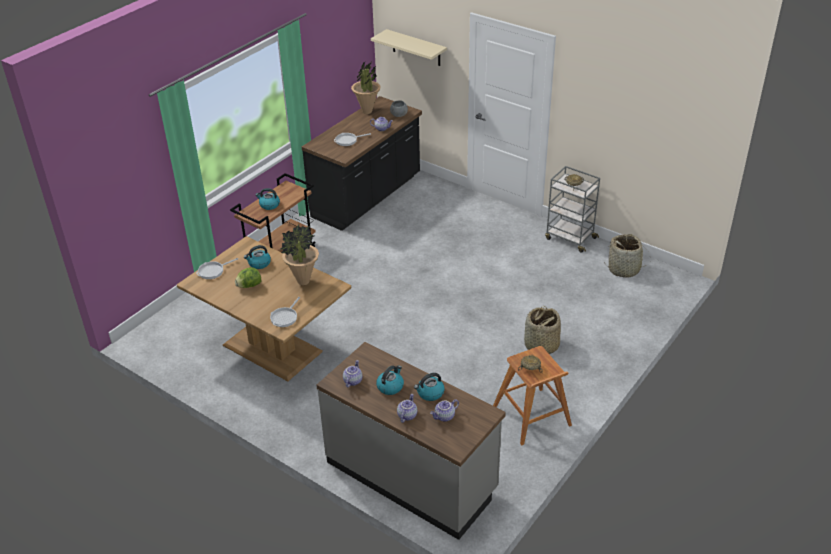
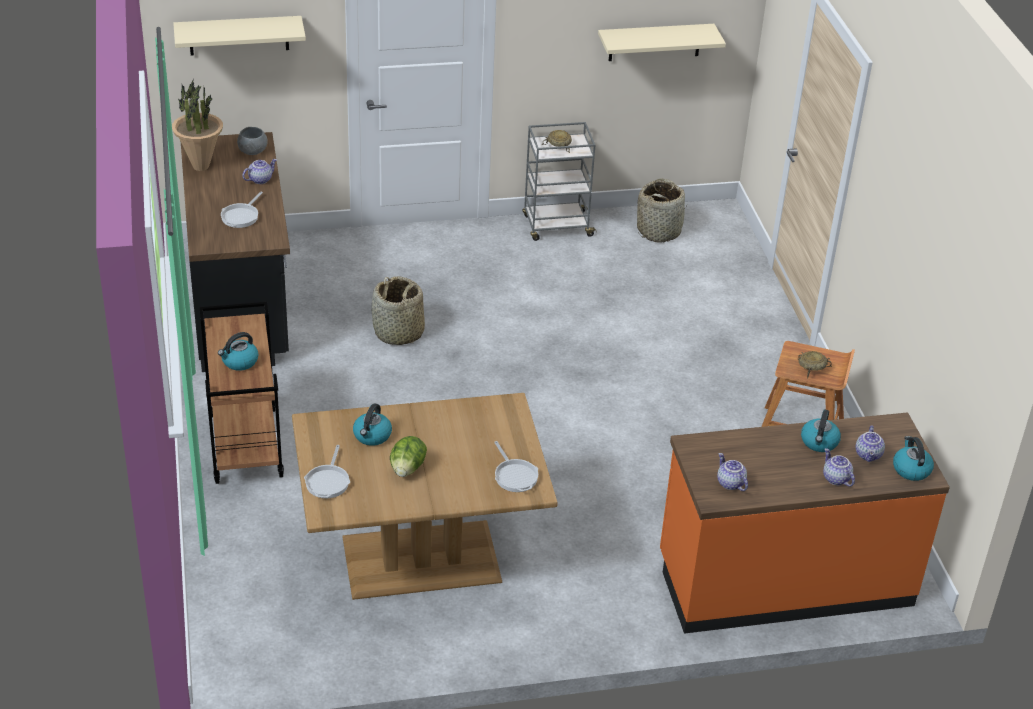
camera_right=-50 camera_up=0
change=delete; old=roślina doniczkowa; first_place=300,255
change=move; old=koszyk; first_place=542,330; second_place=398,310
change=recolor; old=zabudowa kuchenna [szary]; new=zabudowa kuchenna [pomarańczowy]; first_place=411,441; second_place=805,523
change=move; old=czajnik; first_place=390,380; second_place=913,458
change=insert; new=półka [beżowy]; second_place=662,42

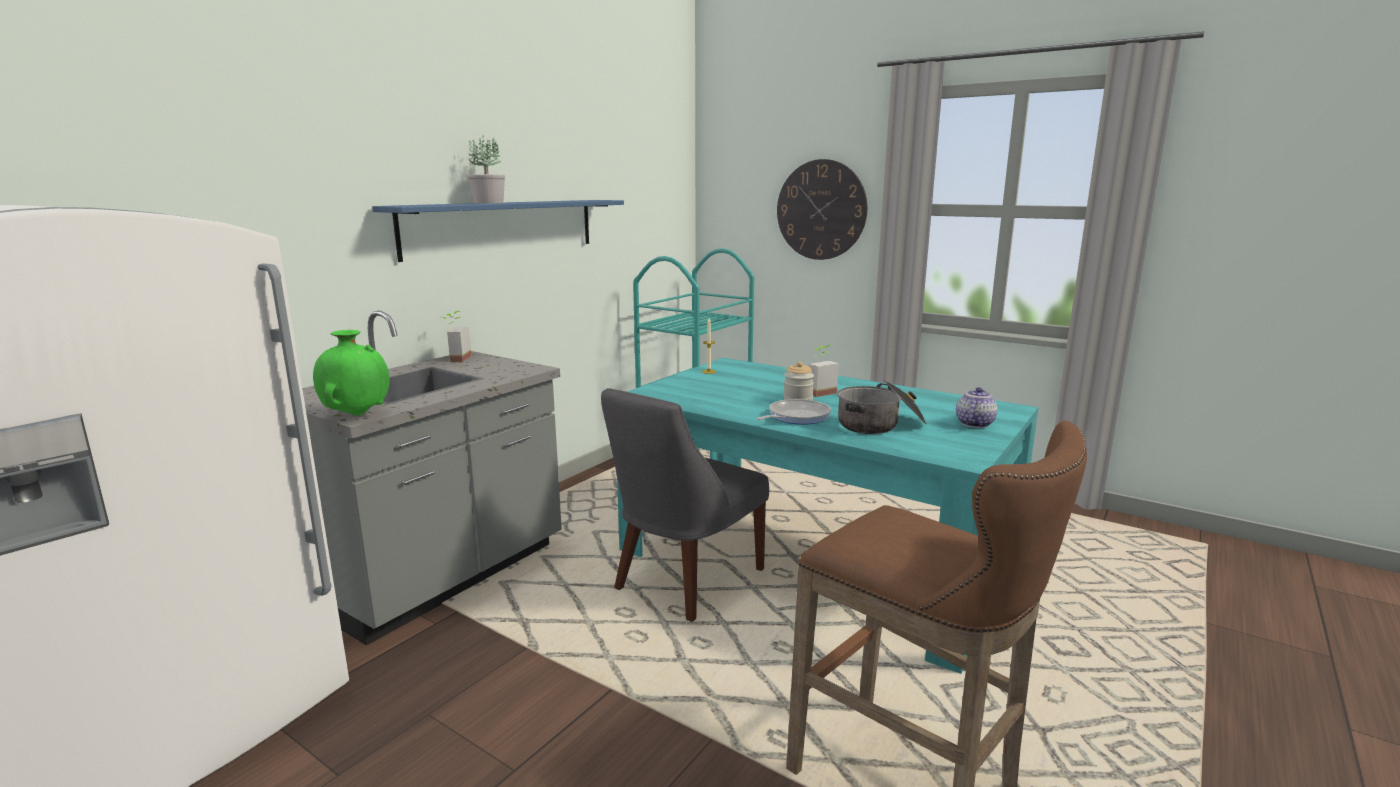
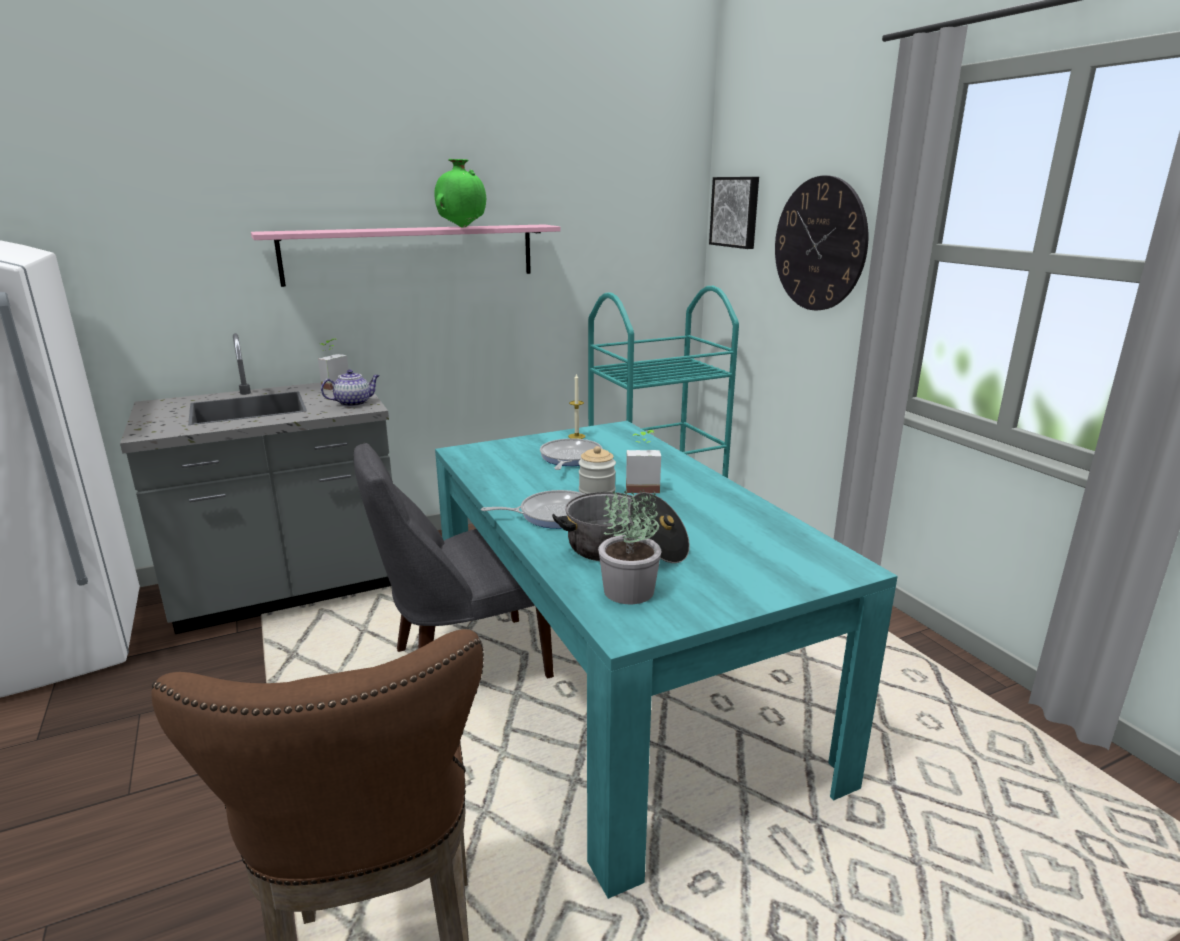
camera_right=30 camera_up=5
change=move; old=roślina doniczkowa; first_place=486,169; second_place=629,547
change=recolor; old=półka [niebieski]; new=półka [różowy]; first_place=498,231; second_place=406,255
change=move; old=wazon [zielony]; first_place=351,373; second_place=460,193
change=move; old=imbryk; first_place=977,407; second_place=350,388
change=insert; new=obraz; second_place=734,213
change=insert; new=patelnia; second_place=571,454

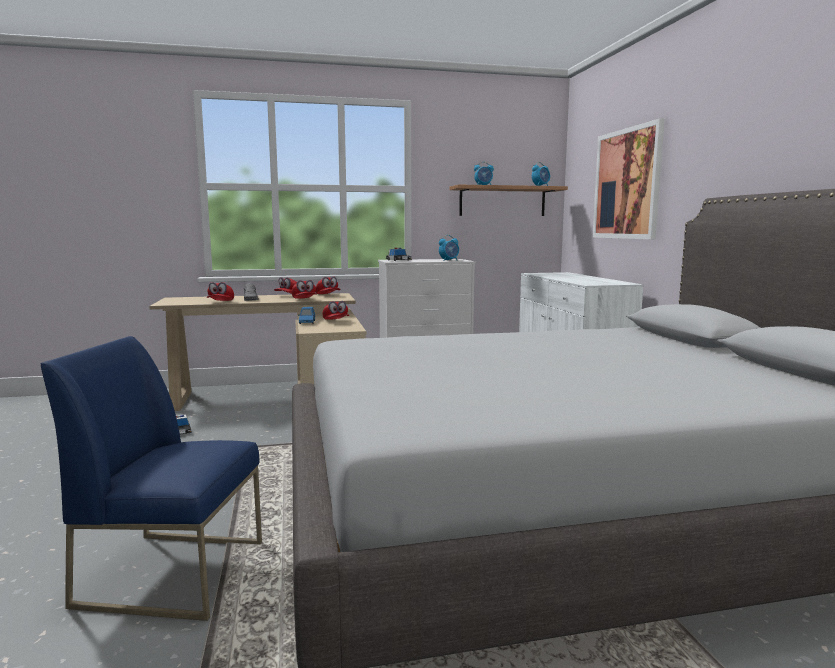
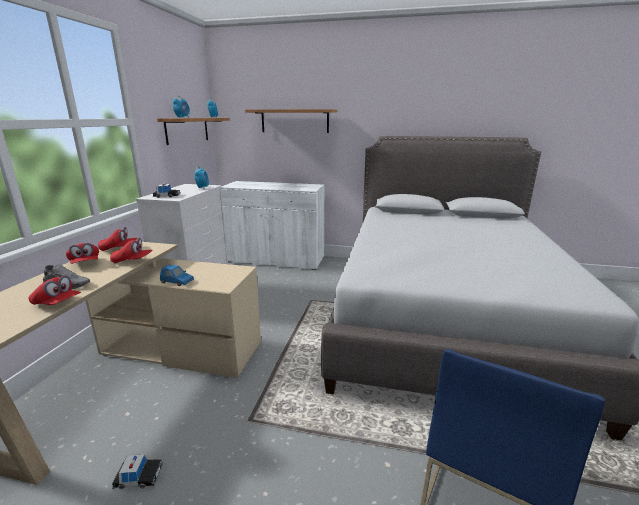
camera_right=-65 camera_up=10
change=replace; old=obraz; new=półka; first_place=629,178; second_place=291,121
change=delete; old=czapka z daszkiem [czerwony]; first_place=335,310

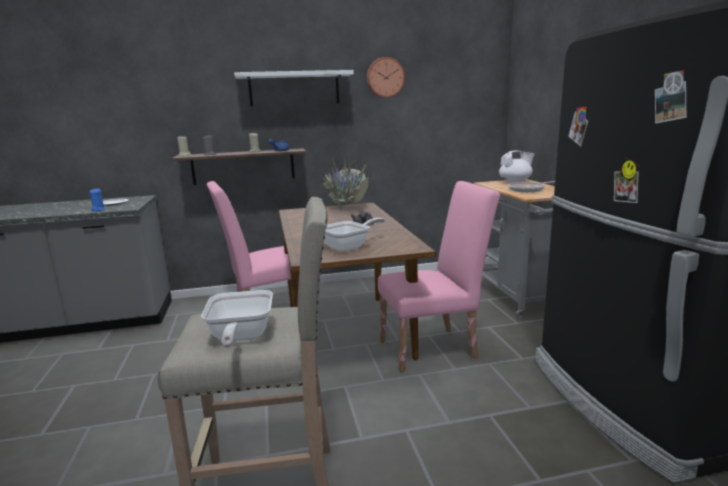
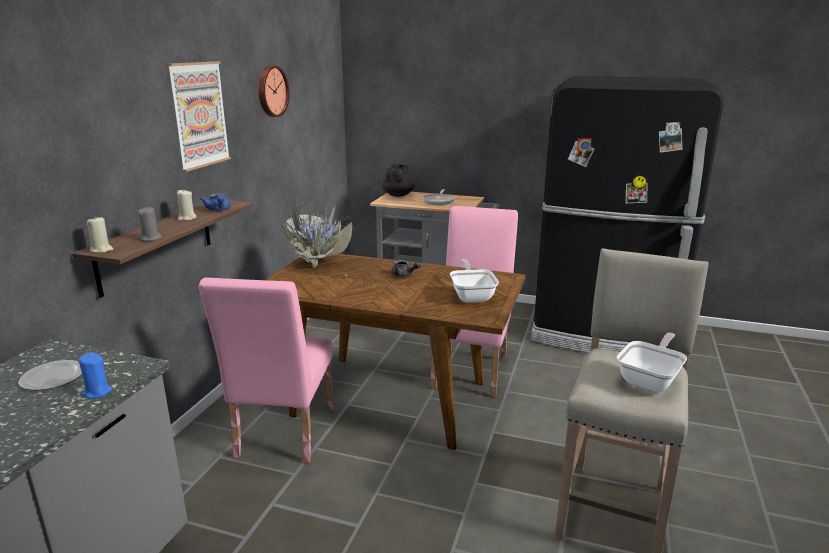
camera_right=-60 camera_up=5
change=replace; old=półka [biały]; new=obraz; first_place=294,88; second_place=198,116
change=recolor; old=imbryk [biały]; new=imbryk [czarny]; first_place=517,167; second_place=399,180
change=rotate; old=patelnia; first_place=237,319; second_place=652,362; degrees=-75

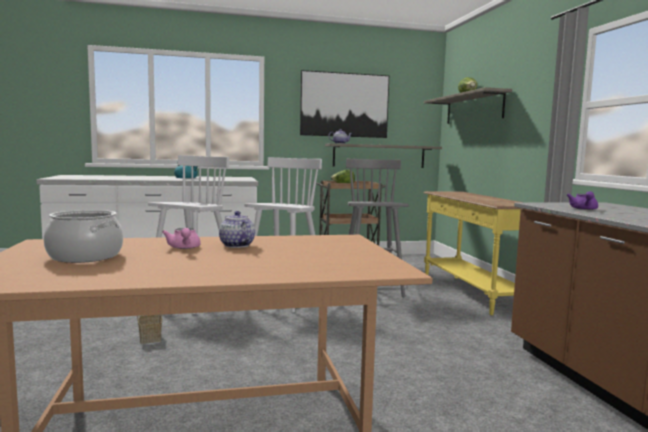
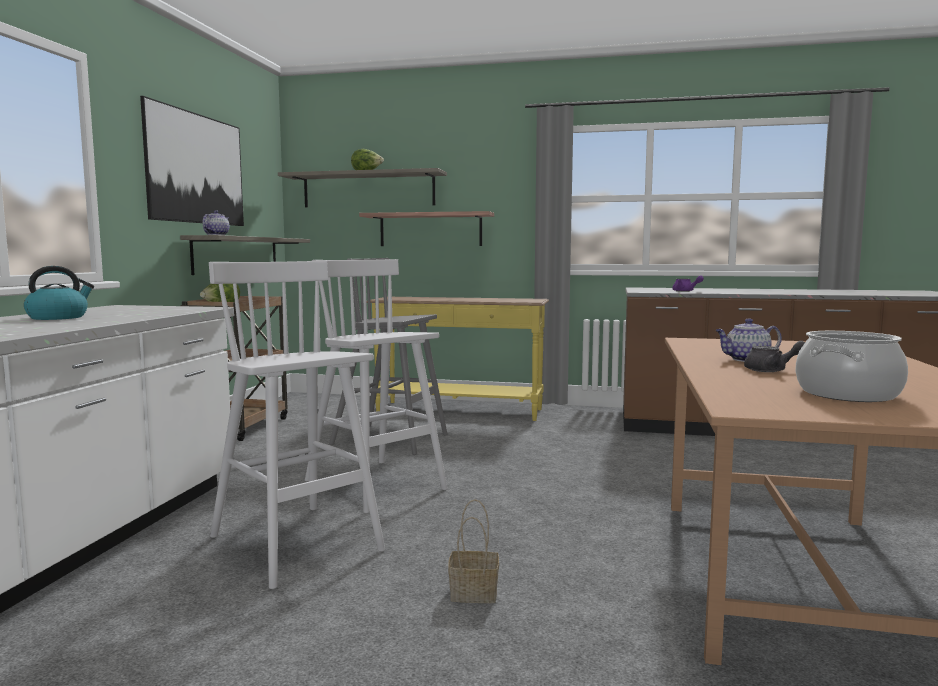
camera_right=-65 camera_up=0
change=recolor; old=imbryk [różowy]; new=imbryk [szary]; first_place=181,238; second_place=774,356
change=insert; new=półka; second_place=426,228

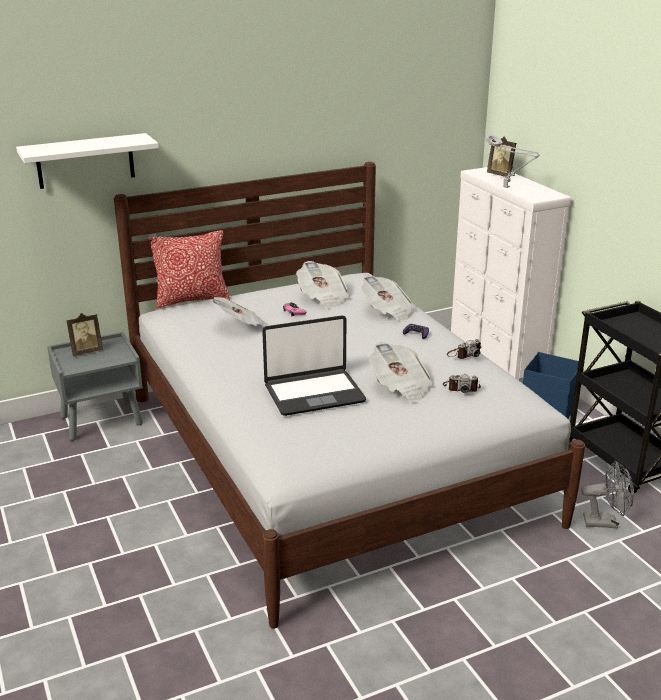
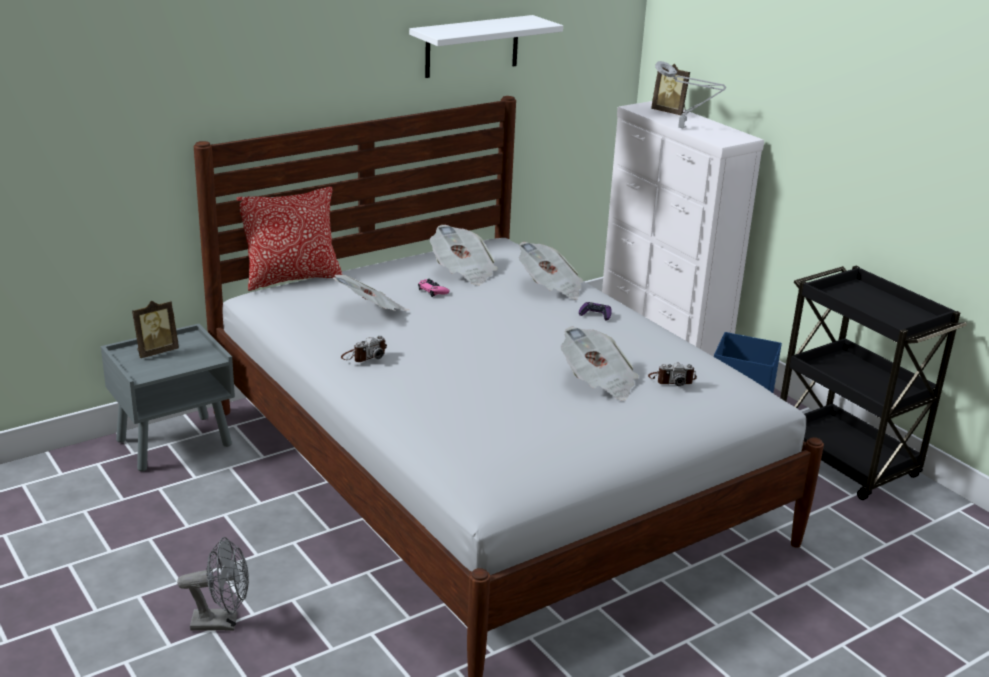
camera_right=-10 camera_up=0
change=move; old=półka [biały]; first_place=87,161; second_place=486,46
change=delete; old=laptop; first_place=314,365
change=move; old=aparat fotograficzny; first_place=464,349; second_place=364,348
change=move; old=wentylator [szary]; first_place=607,494; second_place=213,584

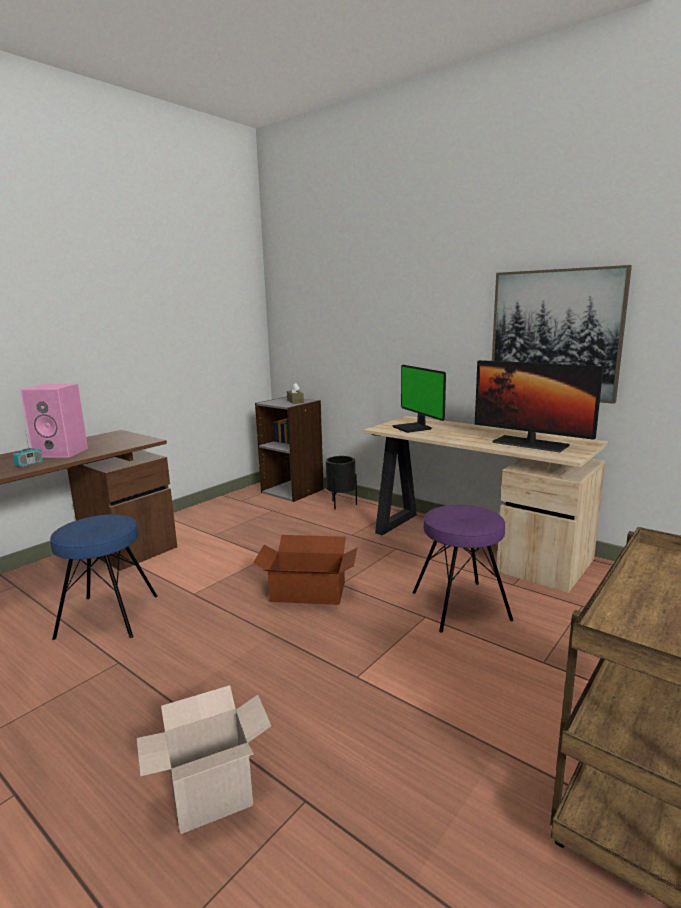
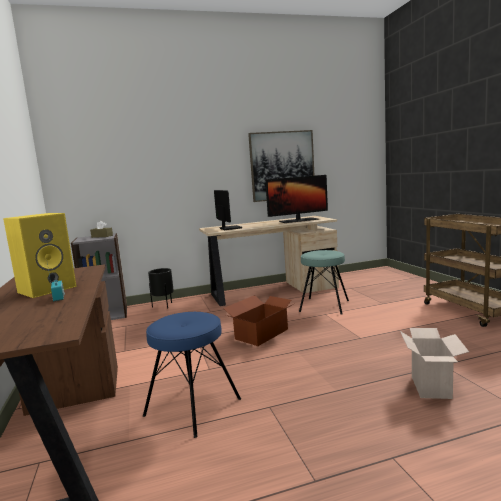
camera_right=-55 camera_up=-5
change=rotate; old=monitor; first_place=419,399; second_place=228,210; degrees=-120
change=recolor; old=głośnik [różowy]; new=głośnik [żółty]; first_place=54,421; second_place=40,255
change=recolor; old=stołek [fioletowy]; new=stołek [turkusowy]; first_place=463,569; second_place=324,282

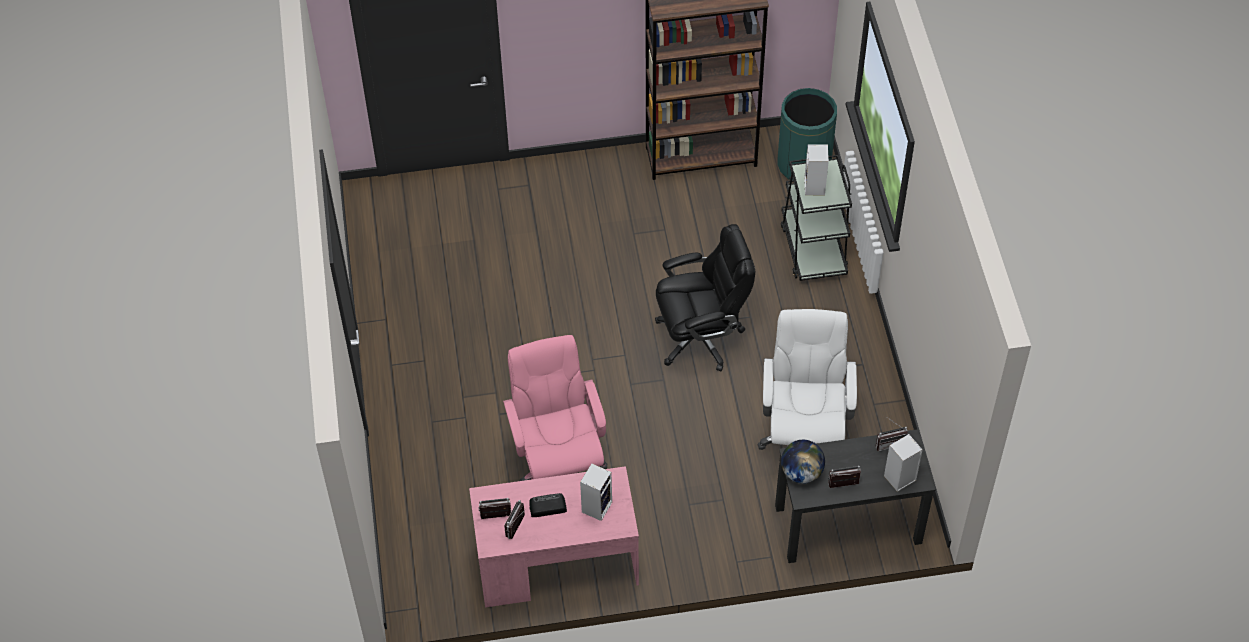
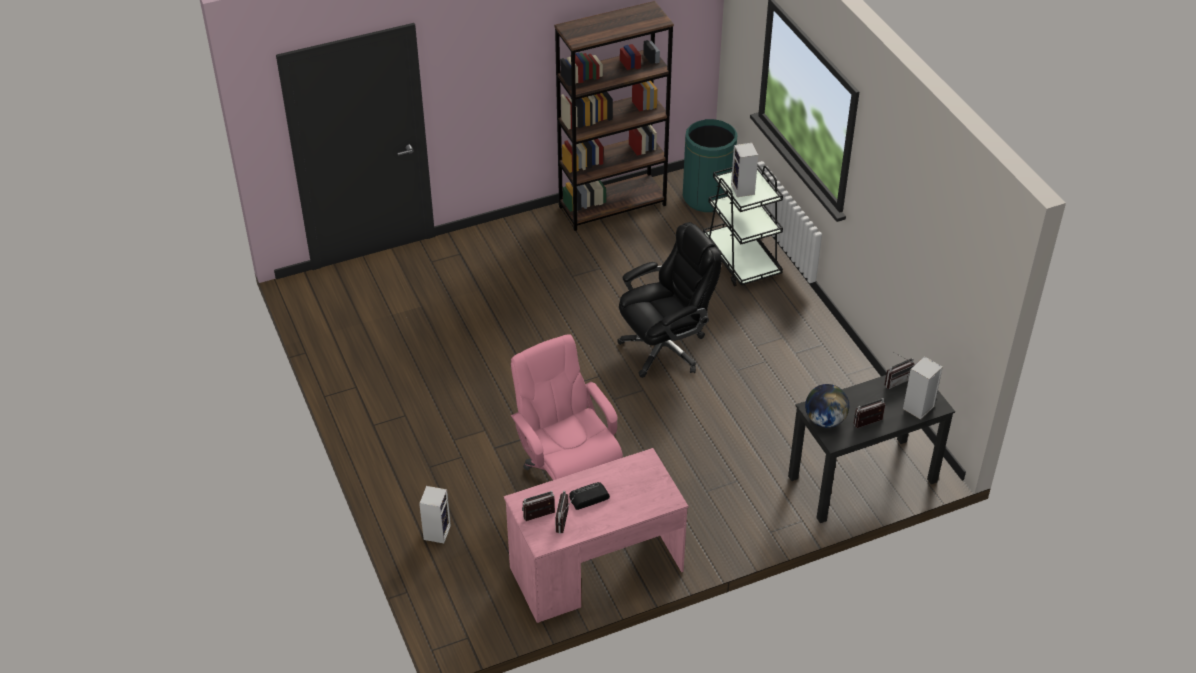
camera_right=-15 camera_up=-10
change=delete; old=krzesło biurowe [biały]; first_place=807,379
change=move; old=głośnik; first_place=596,492; second_place=435,514

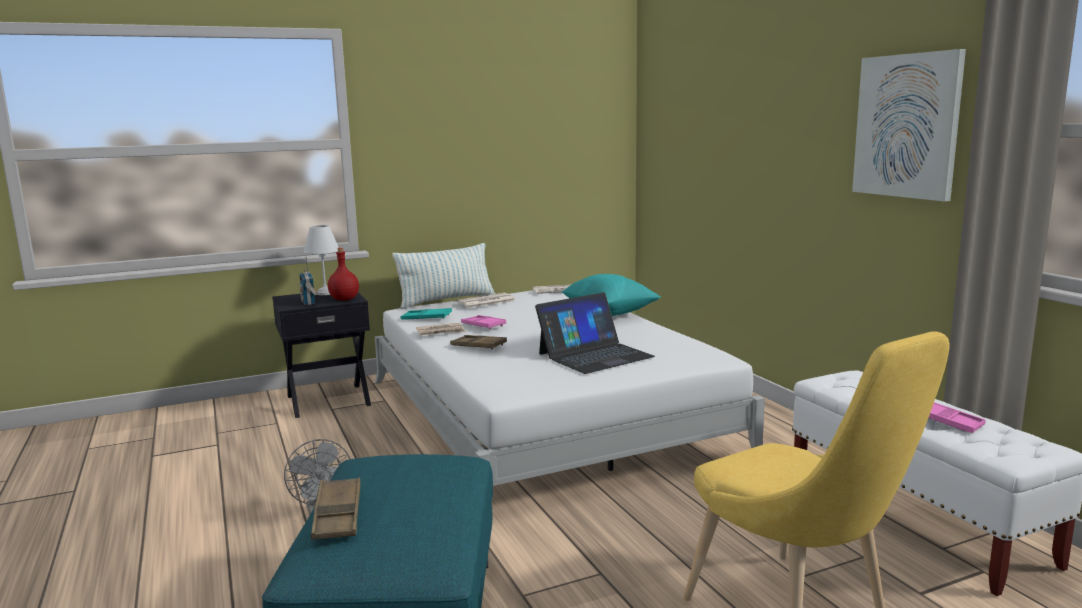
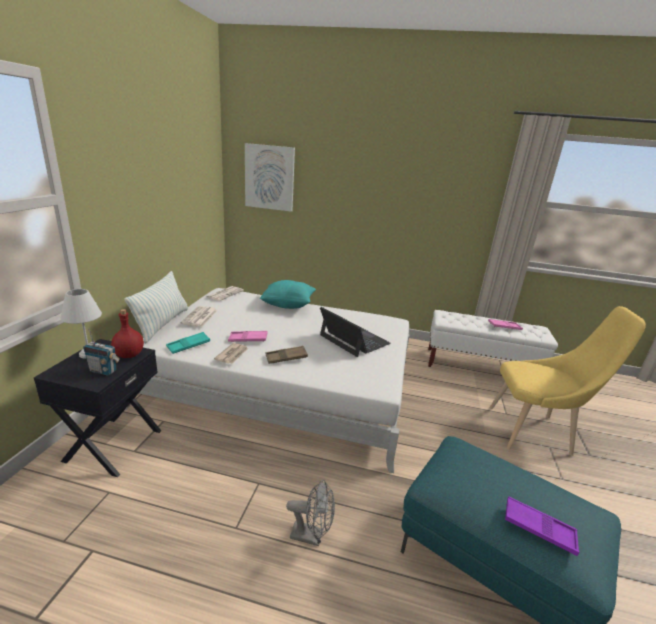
camera_right=-55 camera_up=10
change=move; old=obraz; first_place=909,125; second_place=270,177
change=rotate; old=laptop; first_place=595,333; second_place=355,332; degrees=-45
change=recolor; old=taca [brązowy]; new=taca [fioletowy]; first_place=335,508; second_place=542,526

